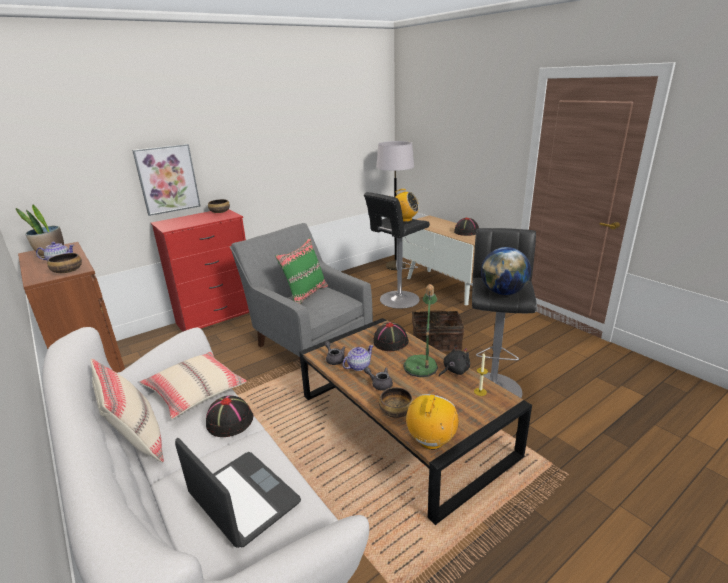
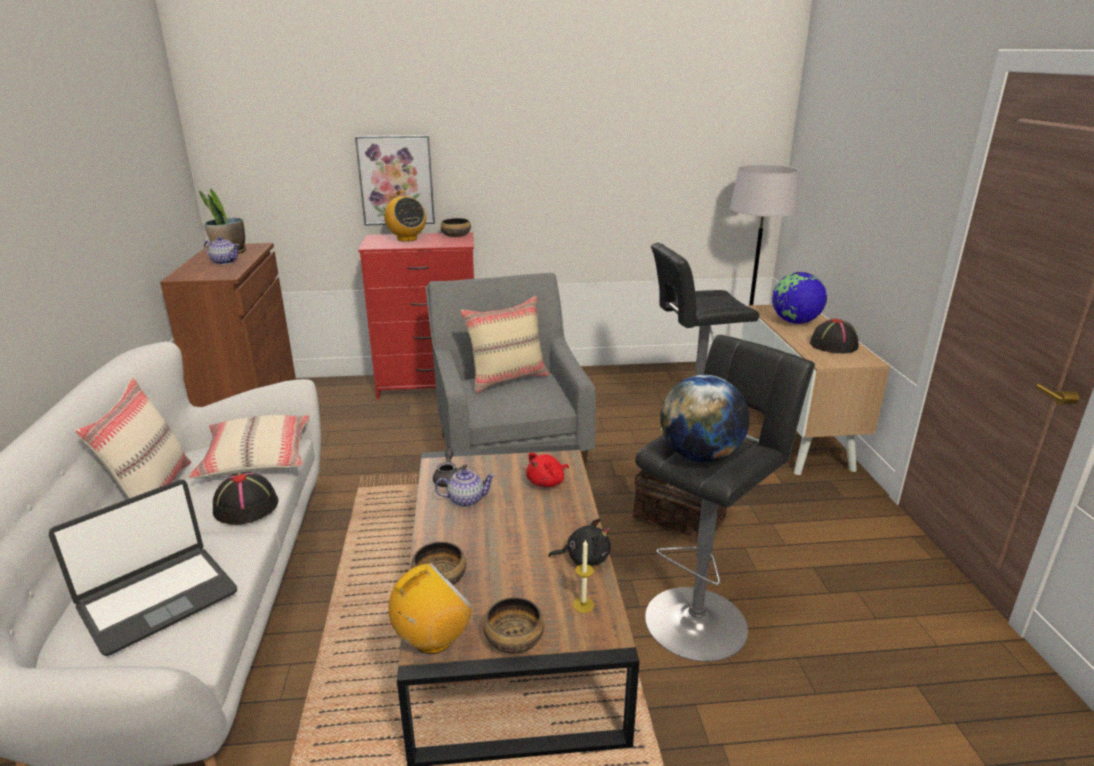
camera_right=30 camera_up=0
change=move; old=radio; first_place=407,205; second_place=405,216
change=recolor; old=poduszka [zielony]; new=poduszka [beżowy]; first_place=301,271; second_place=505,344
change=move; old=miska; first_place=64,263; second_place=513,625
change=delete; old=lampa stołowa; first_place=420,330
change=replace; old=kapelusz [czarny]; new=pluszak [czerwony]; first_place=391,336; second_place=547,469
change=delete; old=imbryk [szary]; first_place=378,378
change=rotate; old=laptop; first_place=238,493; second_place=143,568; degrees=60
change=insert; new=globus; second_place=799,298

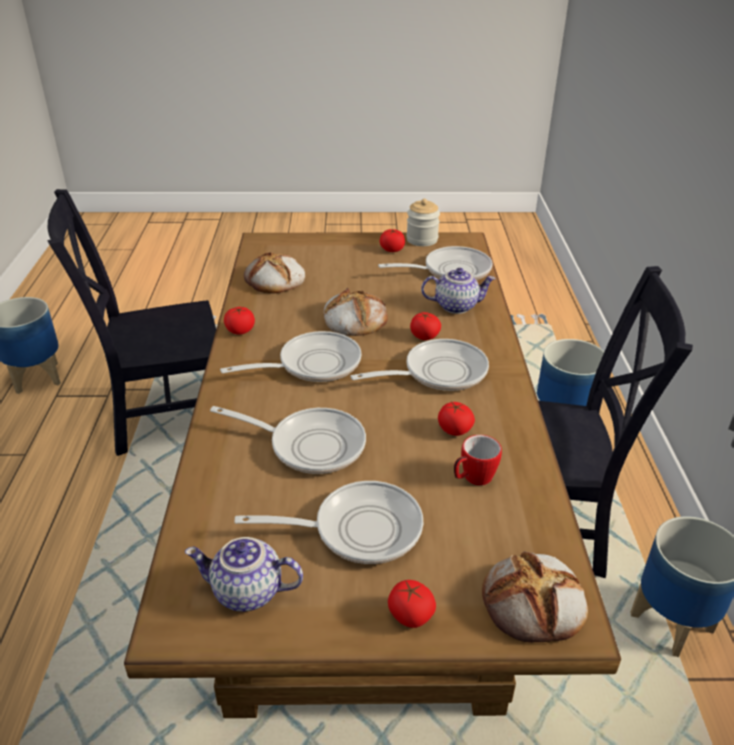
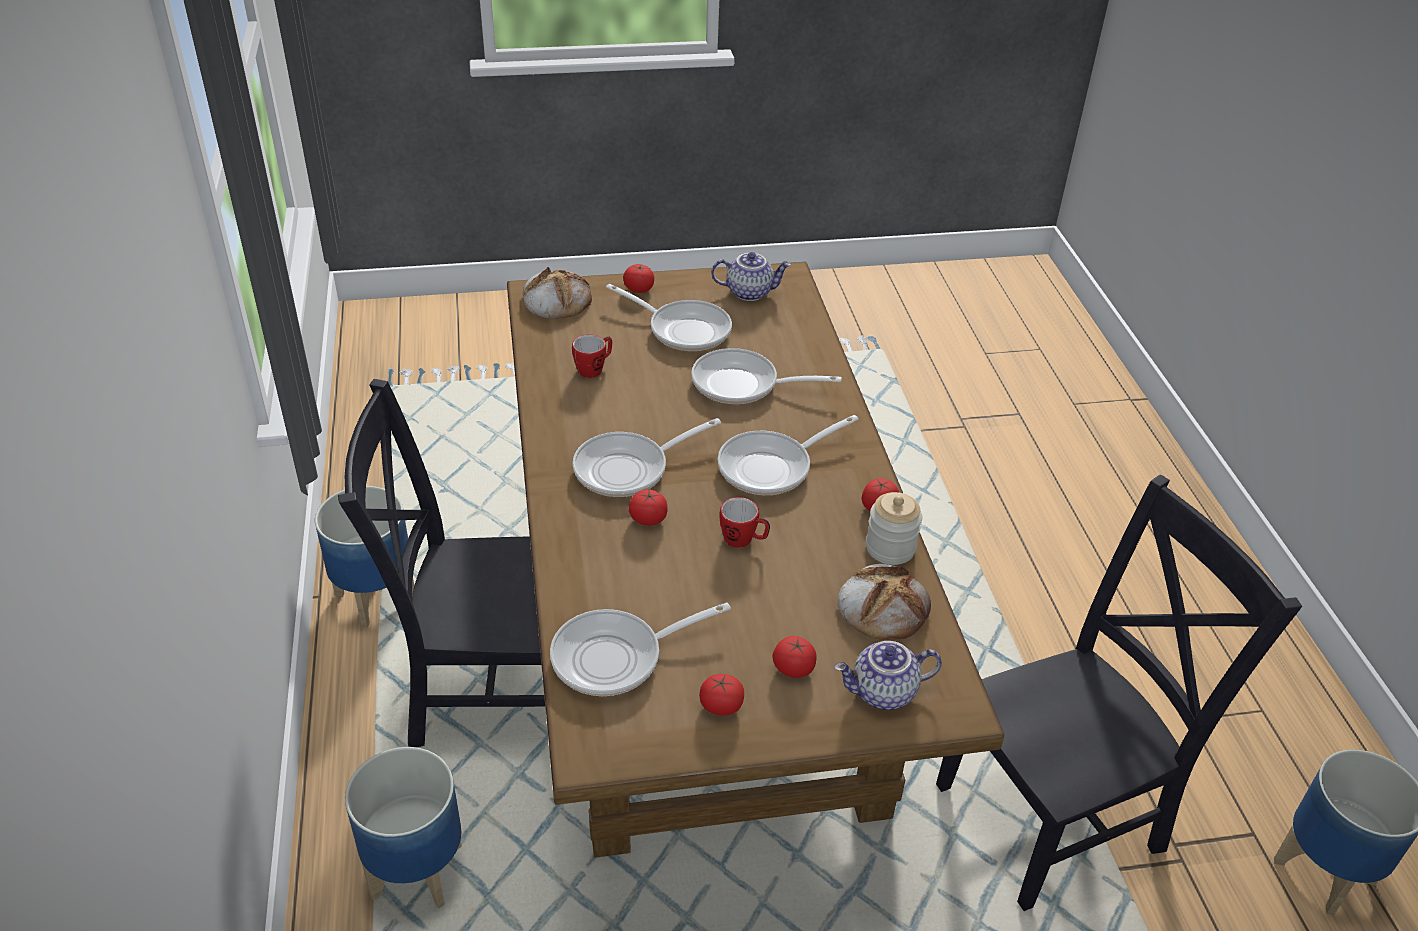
camera_right=170 camera_up=5
change=move; old=słoik; first_place=423,222; second_place=894,528
change=move; old=imbryk; first_place=458,291; second_place=888,675
change=replace; old=chleb; new=kubek; first_place=355,312; second_place=744,522
change=move; old=pomidor; first_place=456,419; second_place=795,657
change=rotate; old=patelnia; first_place=329,522; second_place=669,317; degrees=-135

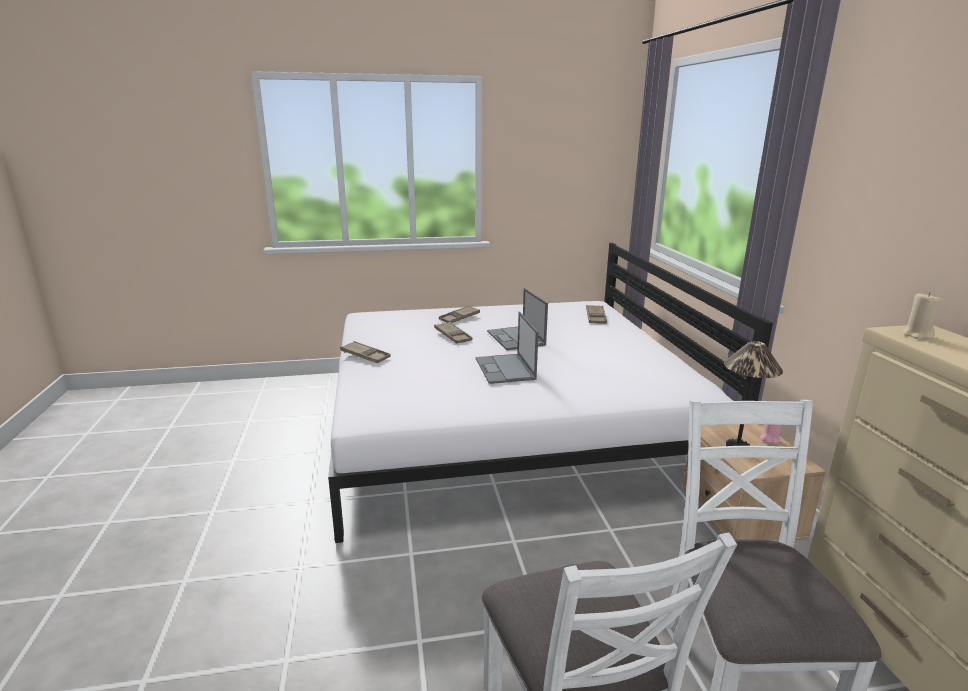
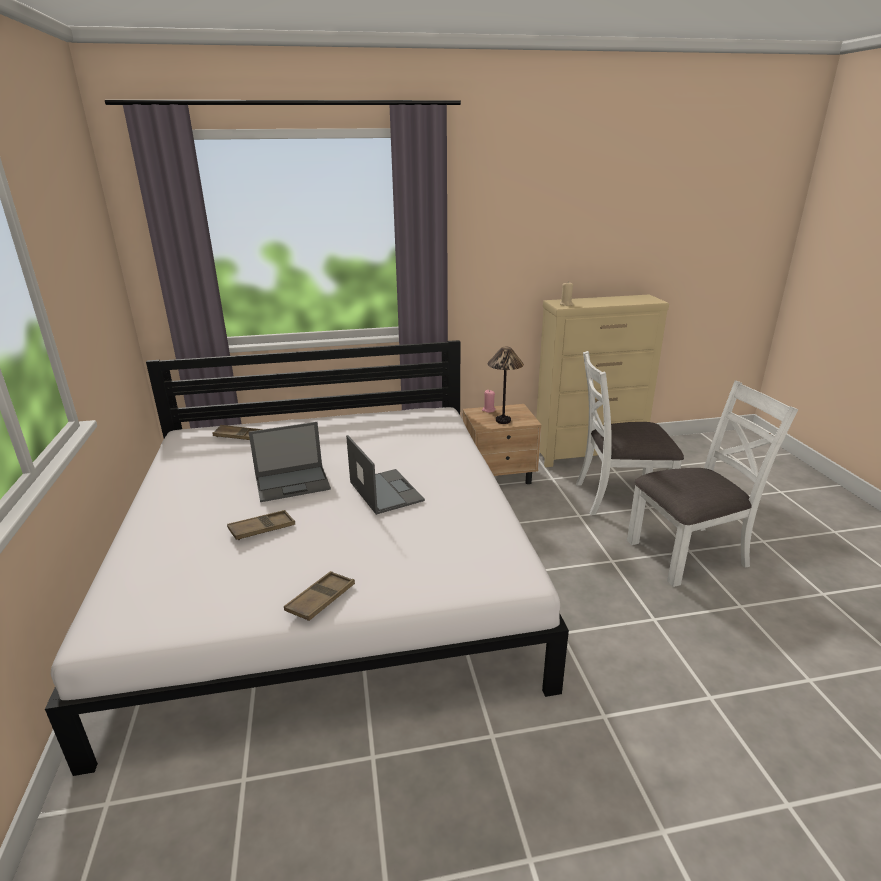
camera_right=-90 camera_up=5
change=delete; old=taca [brązowy]; first_place=459,314
change=rotate; old=laptop; first_place=507,348; second_place=385,475; degrees=-105

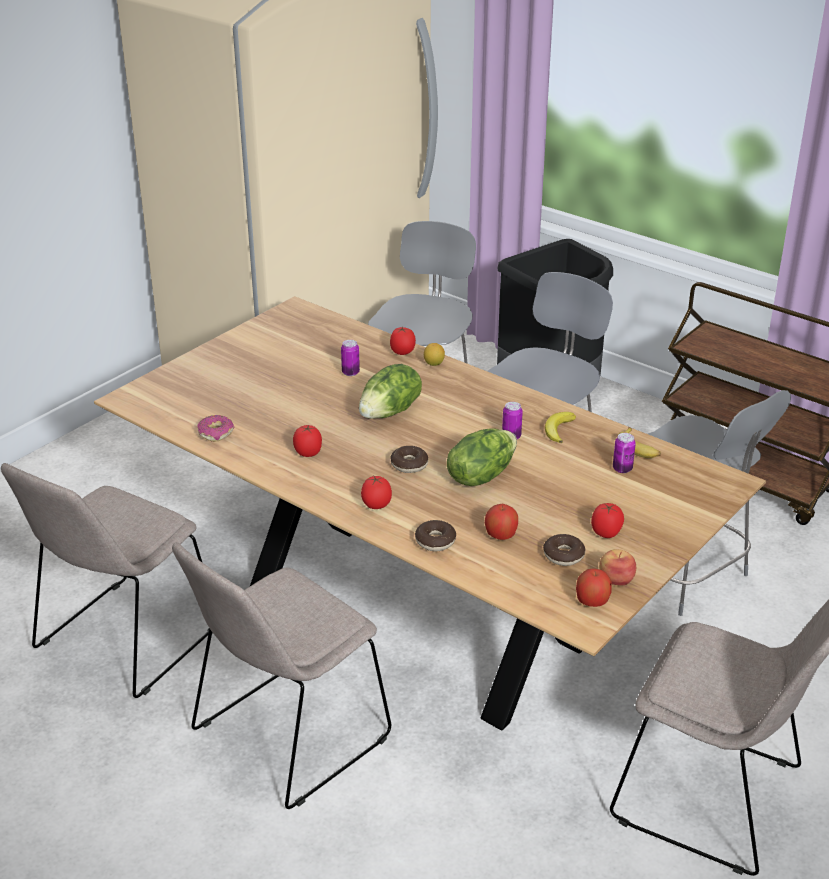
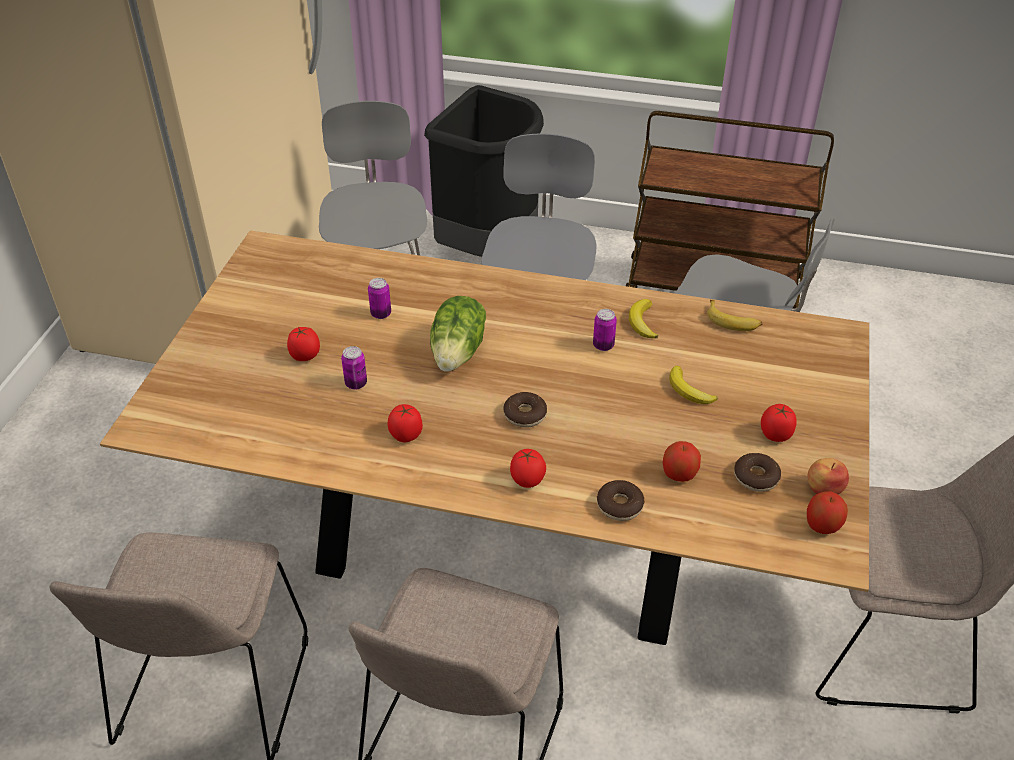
camera_right=-25 camera_up=10
change=move; old=pomidor; first_place=403,340; second_place=303,344
change=delete; old=cytryna; first_place=434,354
change=delete; old=donut; first_place=216,428
change=delete; old=sałata; first_place=482,457
change=move; old=puszka; first_place=624,453; second_place=354,368
change=insert; new=banan; second_place=693,385

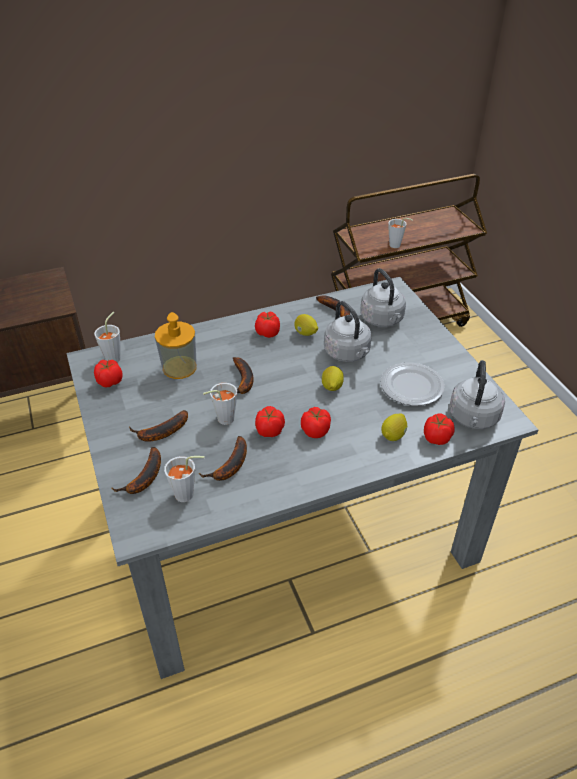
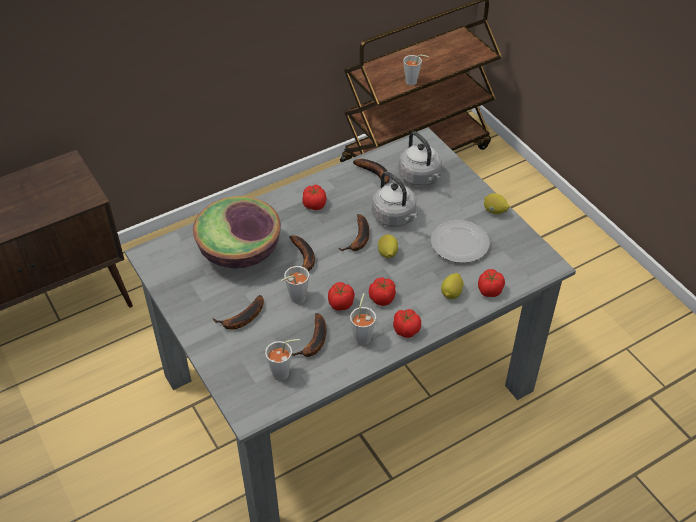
camera_right=-10 camera_up=5
change=move; old=filiżanka [szary]; first_place=107,337; second_place=363,319
change=replace; old=dozownik mydła; new=miska; first_place=176,345; second_place=237,232
change=move; old=cytryna; first_place=306,325; second_place=496,203
change=move; old=pomidor; first_place=108,373; second_place=407,323
change=delete; old=czajnik [szary]; first_place=477,394
change=move; old=banan; first_place=136,470; second_place=354,232

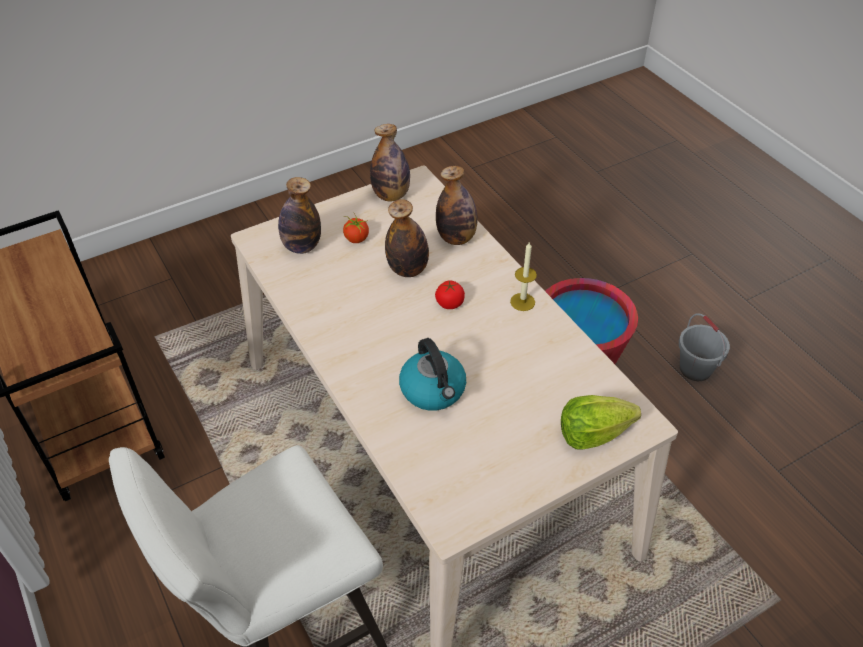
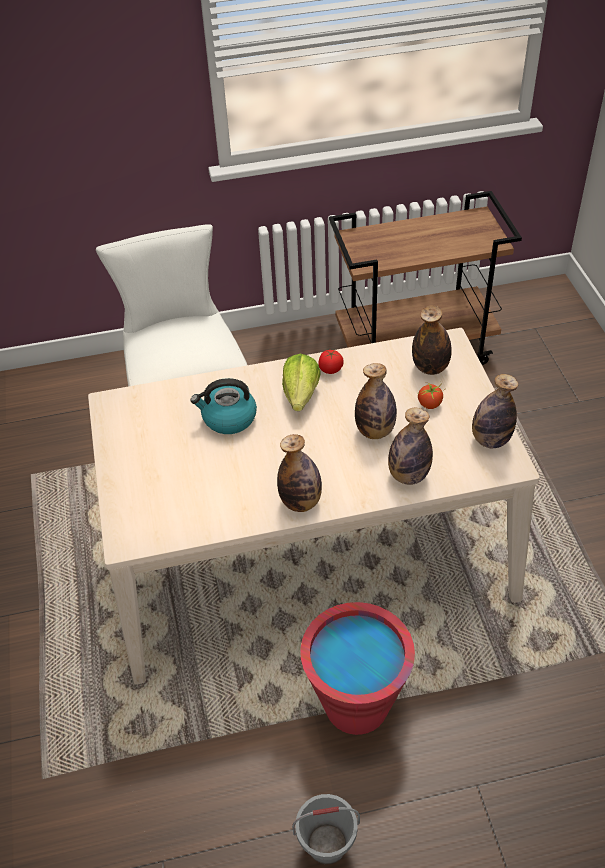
camera_right=110 camera_up=0
change=replace; old=świeca; new=butelka; first_place=523,276; second_place=299,473
change=move; old=pomidor; first_place=450,294; second_place=331,362
change=move; old=sałata; first_place=601,422; second_place=301,382

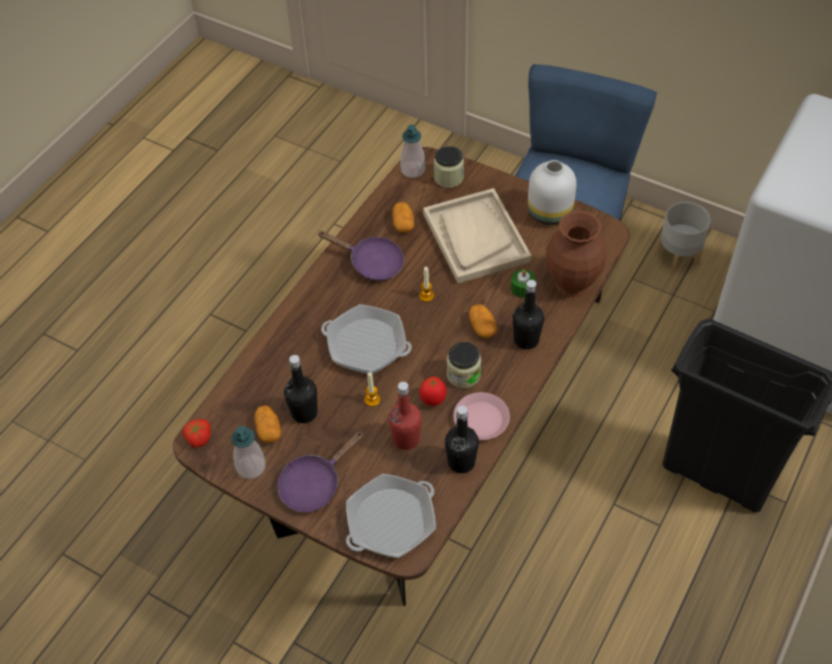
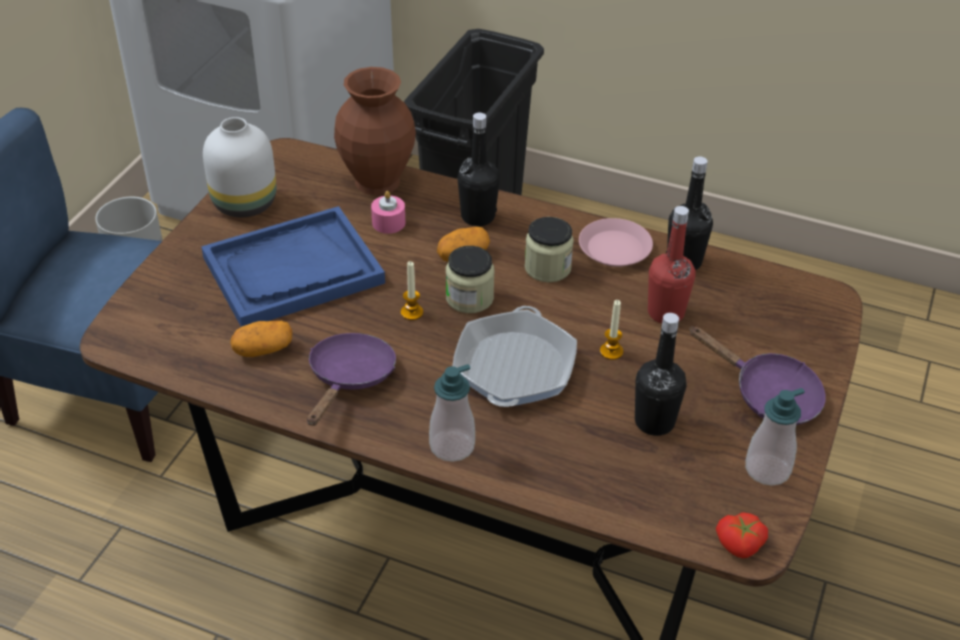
camera_right=-100 camera_up=-10
change=move; old=dozownik mydła; first_place=412,151; second_place=452,413
change=move; old=słoik; first_place=449,167; second_place=470,279
change=recolor; old=taca [beżowy]; new=taca [niebieski]; first_place=477,235; second_place=293,266
change=recolor; old=świeca [zielony]; new=świeca [różowy]; first_place=523,283; second_place=388,212
change=delete; old=pomidor; first_place=433,391
change=delete; old=ziemniak; first_place=268,424
change=delete; old=patelnia; first_place=391,516

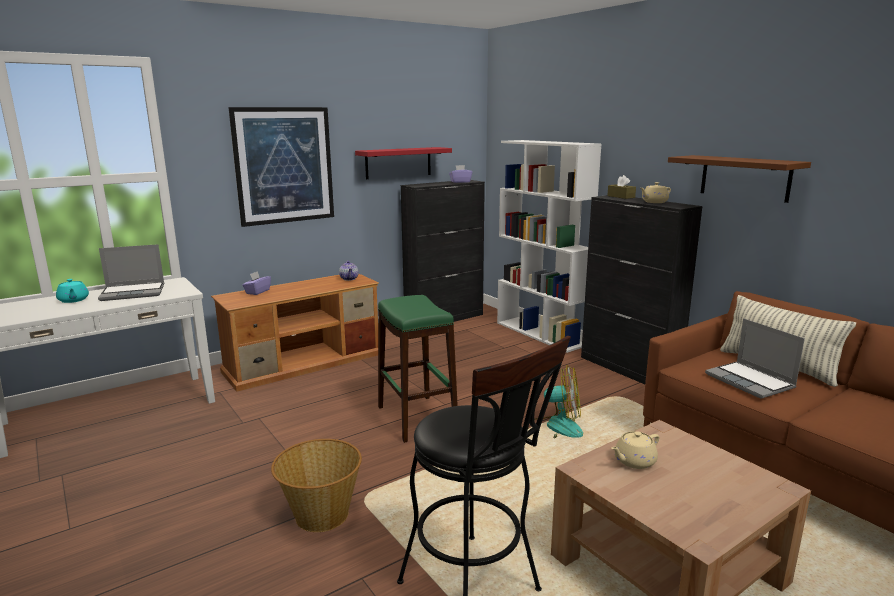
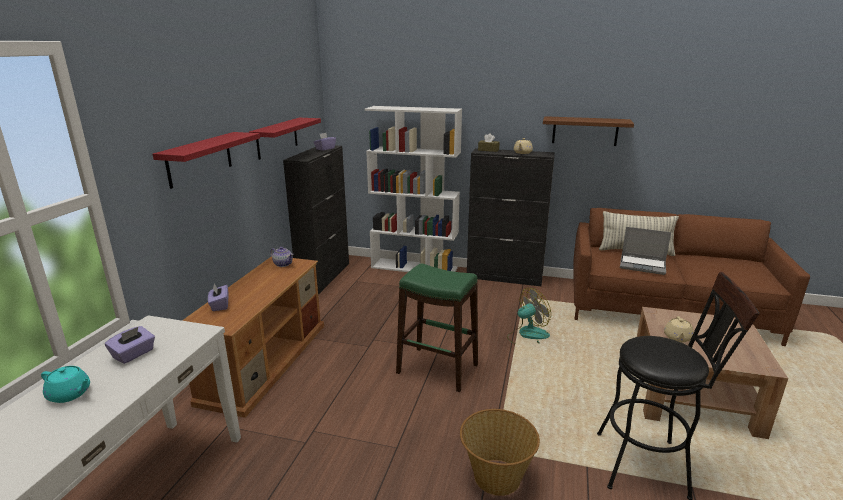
camera_right=-40 camera_up=5
change=replace; old=obraz; new=półka [czerwony]; first_place=281,167; second_place=206,160
change=replace; old=laptop; new=pudełko chusteczek [fioletowy]; first_place=131,272; second_place=130,345

